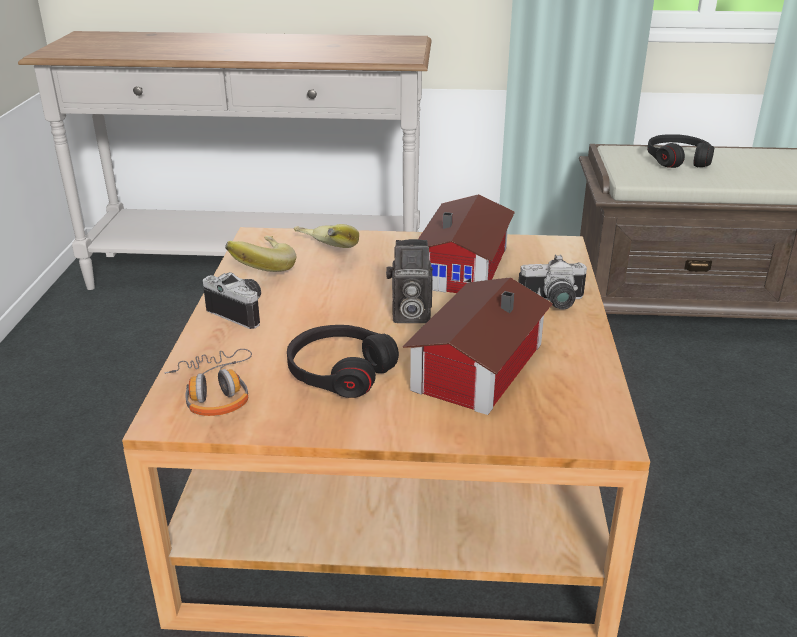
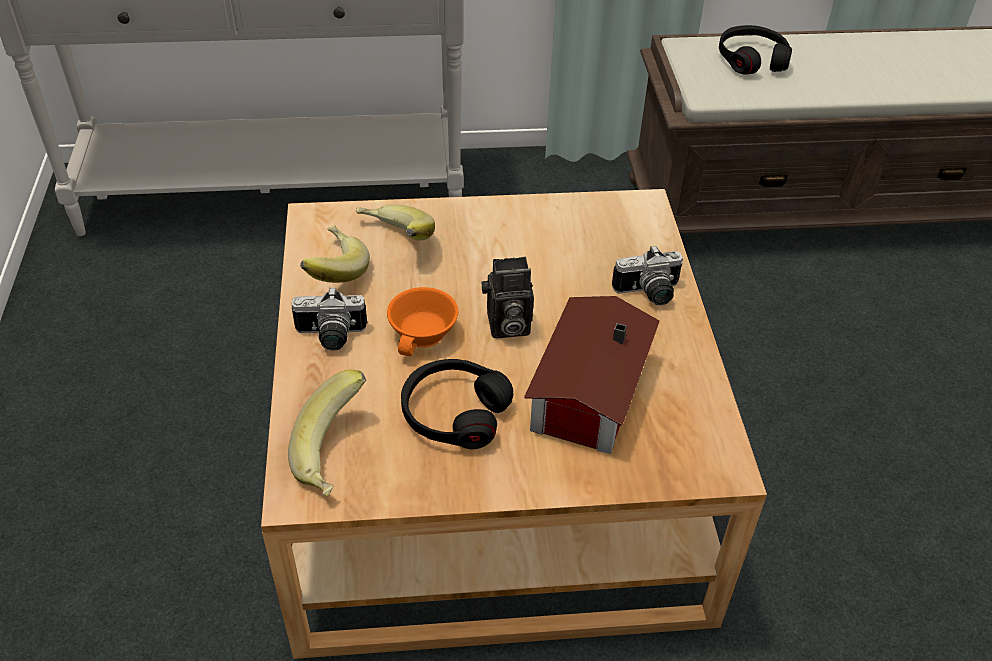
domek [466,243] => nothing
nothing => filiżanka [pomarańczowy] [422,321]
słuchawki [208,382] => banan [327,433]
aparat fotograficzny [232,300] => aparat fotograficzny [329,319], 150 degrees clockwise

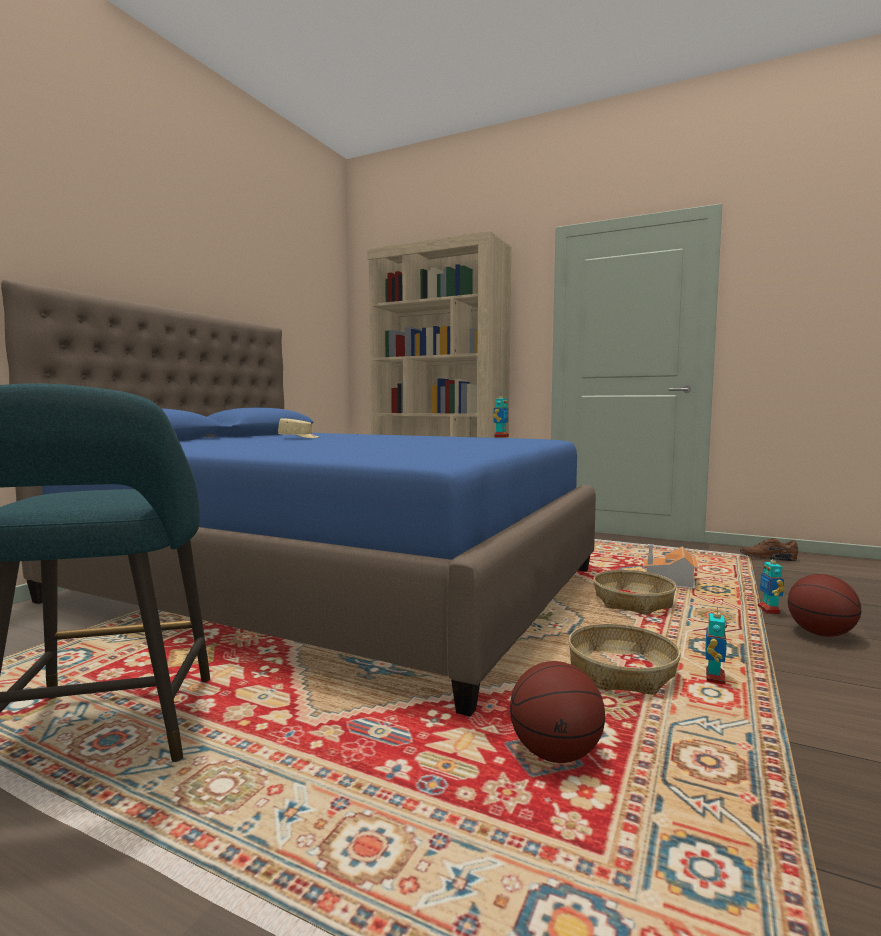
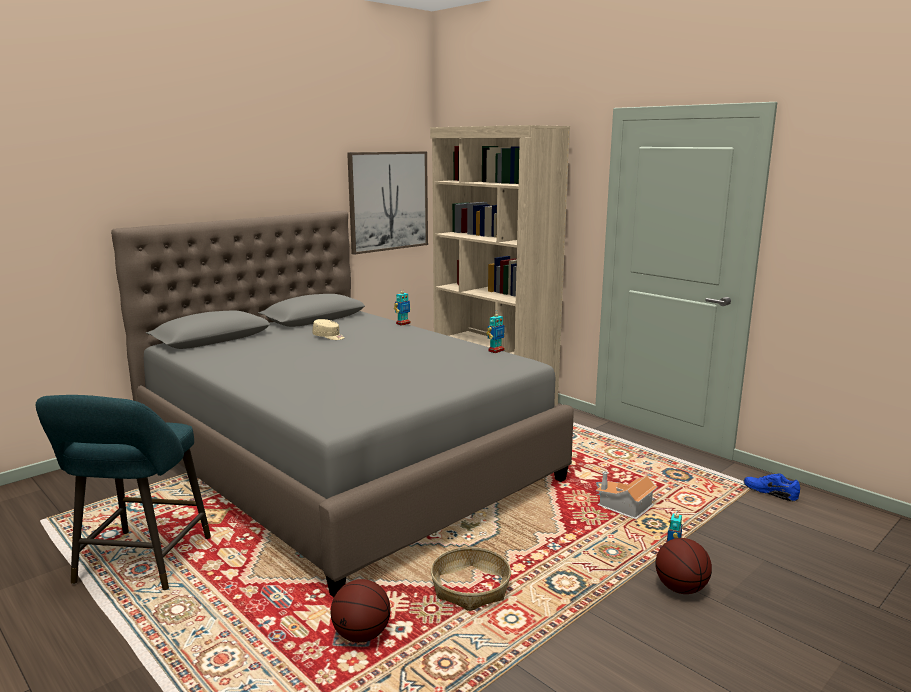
koszyk [634,592] => nothing
nothing => obraz [387,203]
robot zabawkowy [716,645] => robot zabawkowy [402,307], move
łóżko [niebieski] [298,498] => łóżko [szary] [342,403]
but [brązowy] [769,549] => but [niebieski] [772,487]

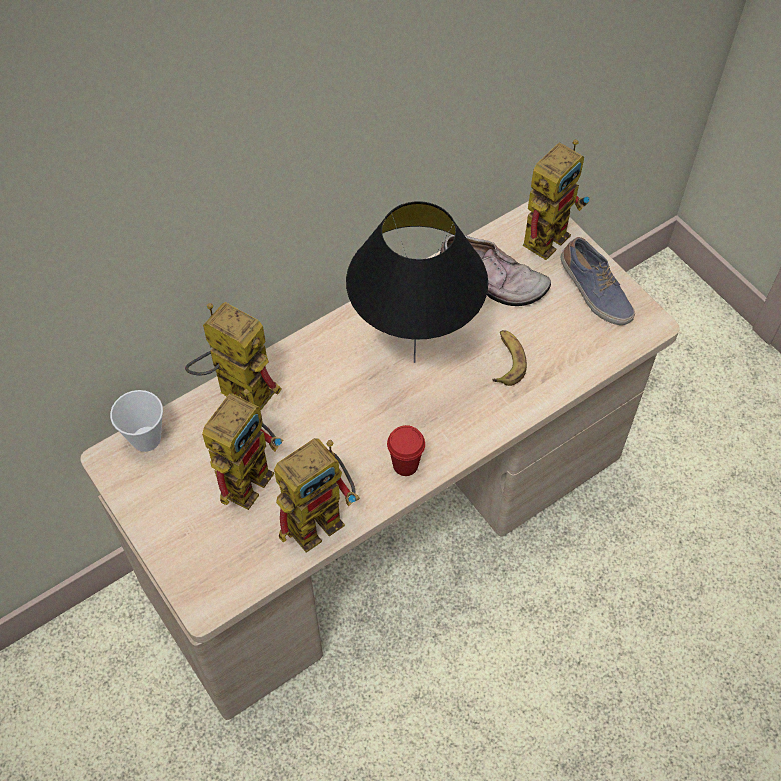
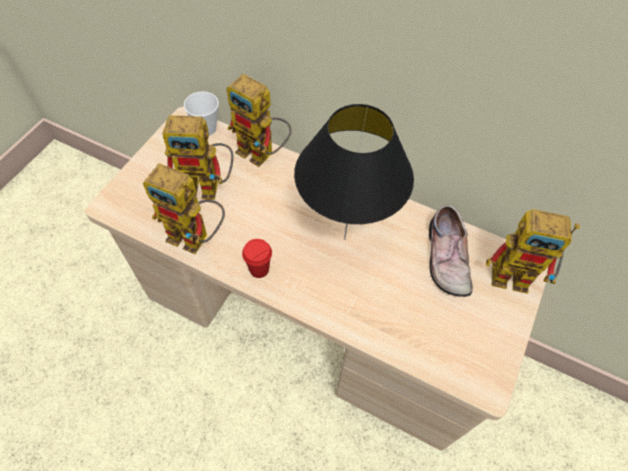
banan [509,358] => nothing
but [598,281] => nothing
robot zabawkowy [233,356] => robot zabawkowy [259,120], 120 degrees clockwise

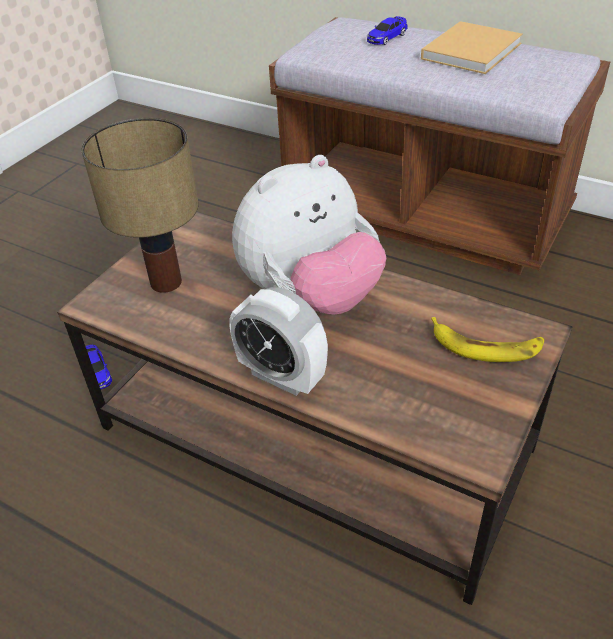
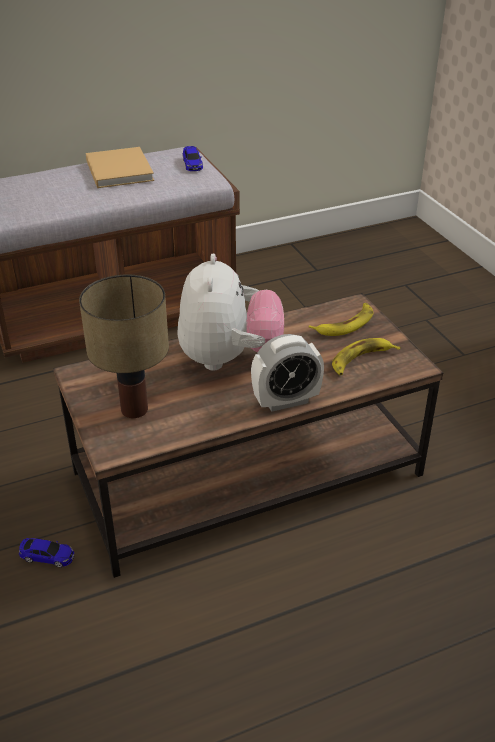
nothing => banan [366,356]
samochodzik [387,30] => samochodzik [193,158], move

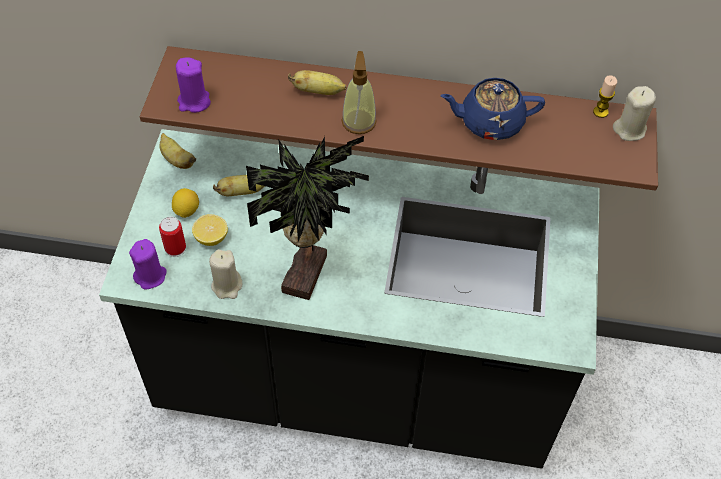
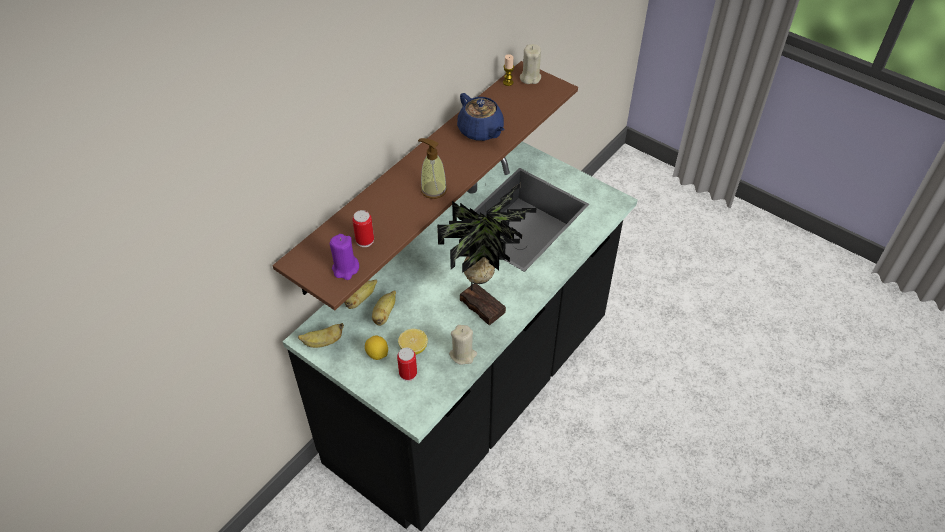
świeca [fioletowy] [148,264] => nothing
nothing => puszka [363,228]
banan [317,82] => banan [360,294], move
imbryk [niebieski] [492,109] => imbryk [niebieski] [480,117], 60 degrees counterclockwise

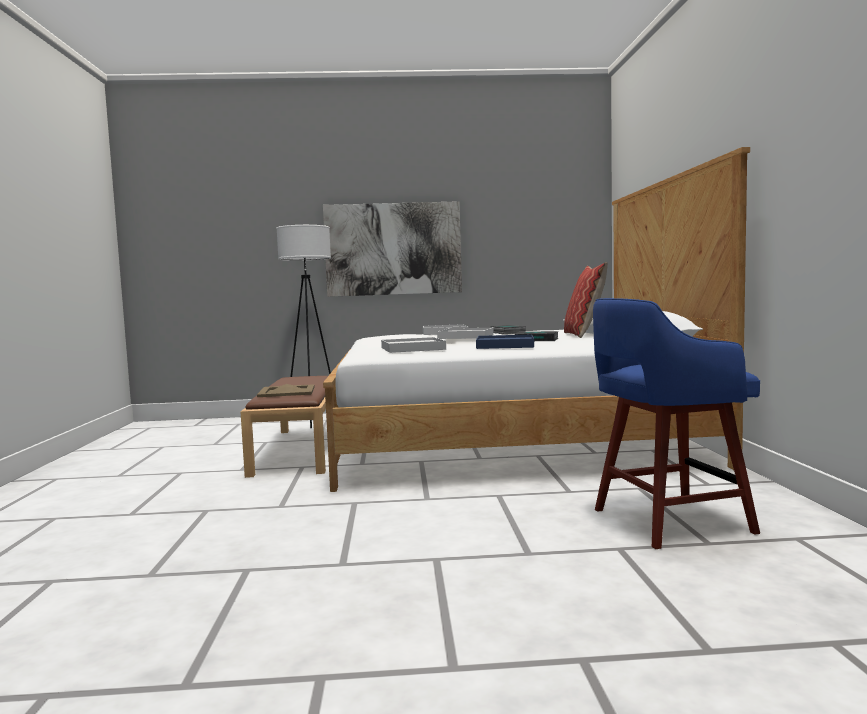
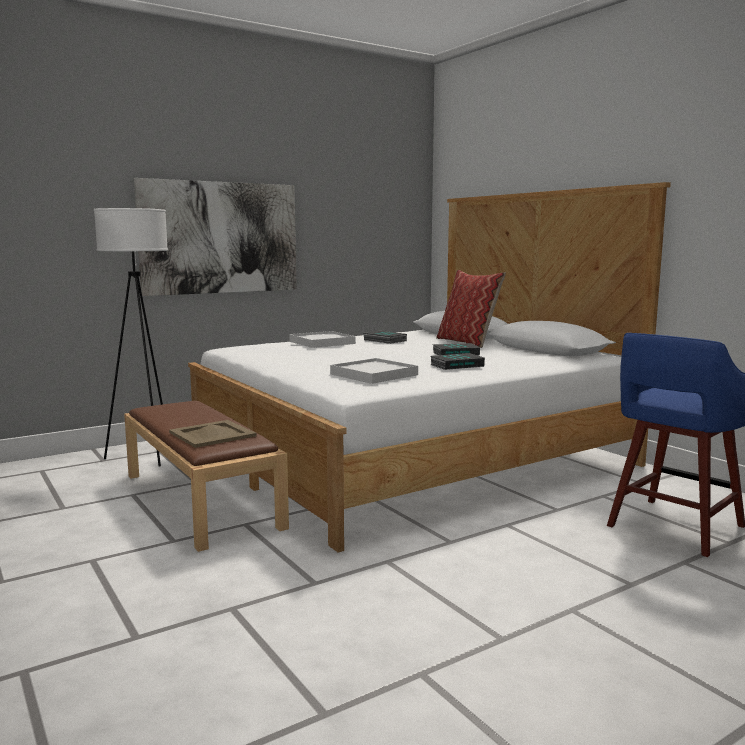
taca [biały] [465,333] => nothing
taca [niebieski] [505,341] => książka [457,361]

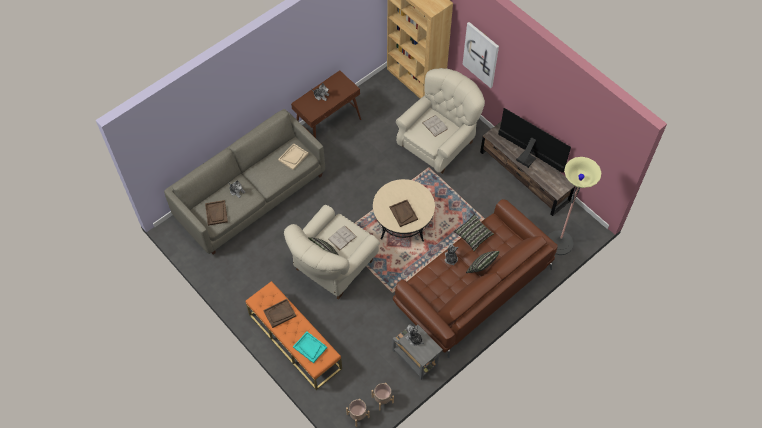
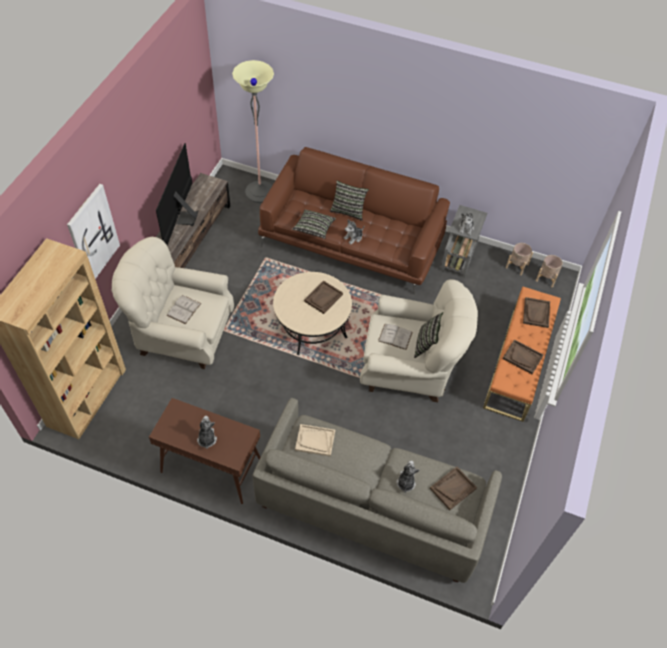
taca [turkusowy] [310,347] => taca [brązowy] [536,312]

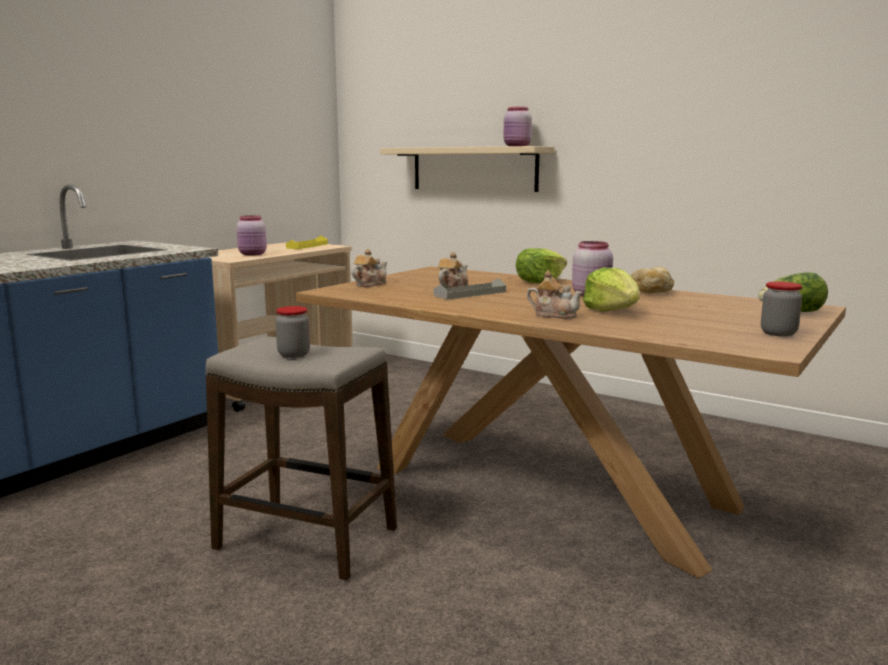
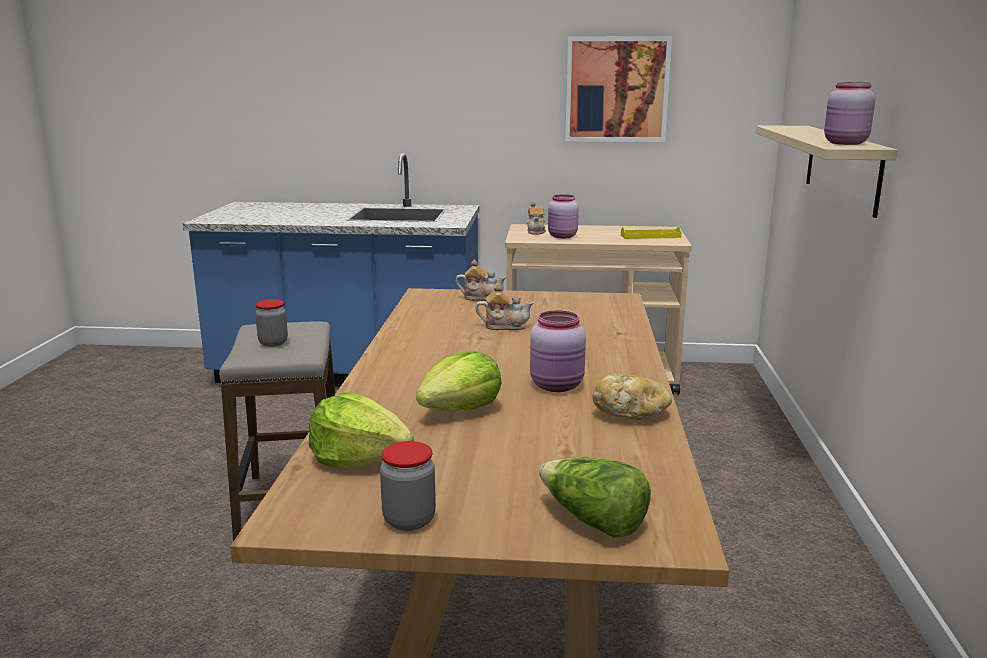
taca [szary] [470,289] => nothing
nothing => obraz [618,89]
sałata [541,265] => sałata [361,430], move
imbryk [555,294] => imbryk [536,218], move

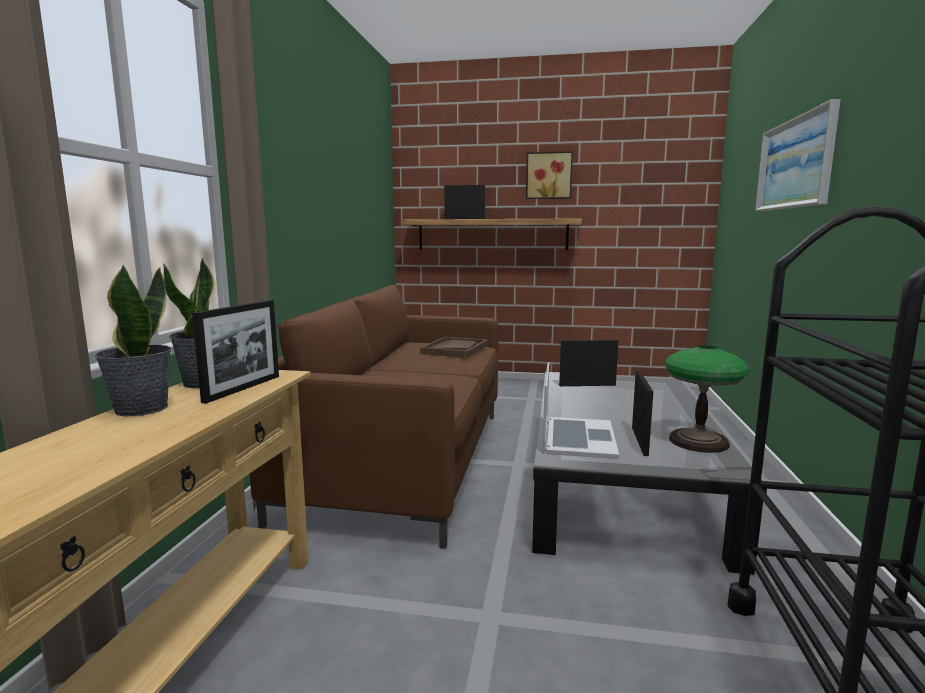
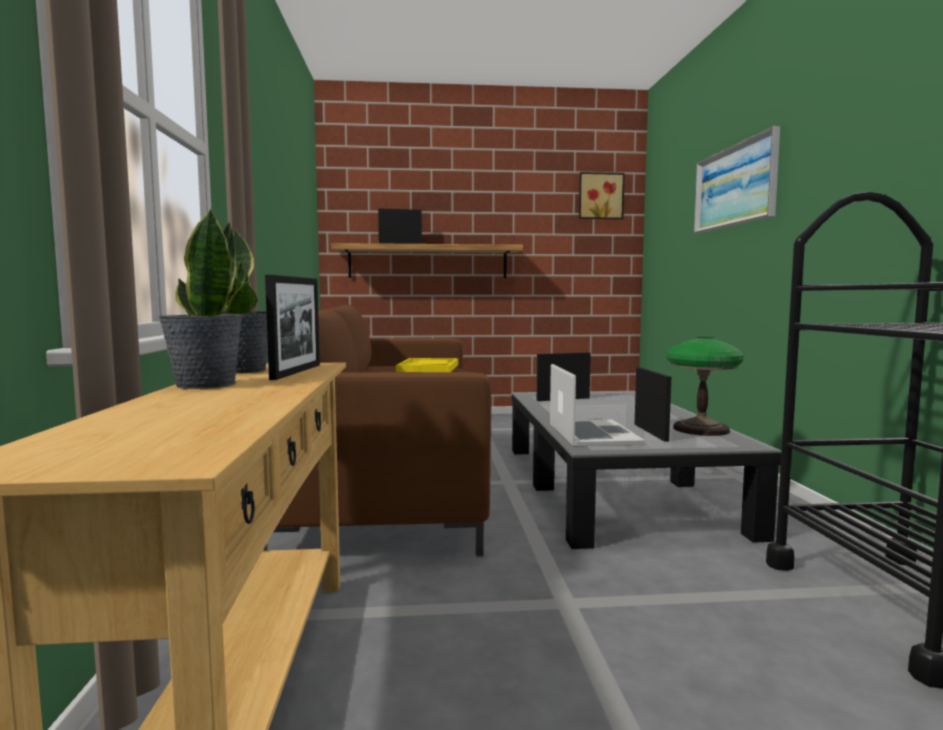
obraz [549,175] => obraz [602,195], move
taca [brązowy] [454,347] => taca [żółty] [427,365]

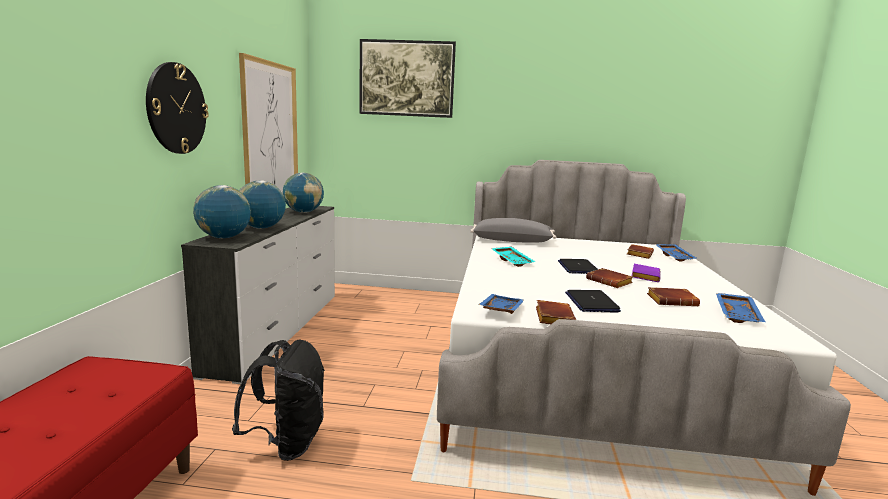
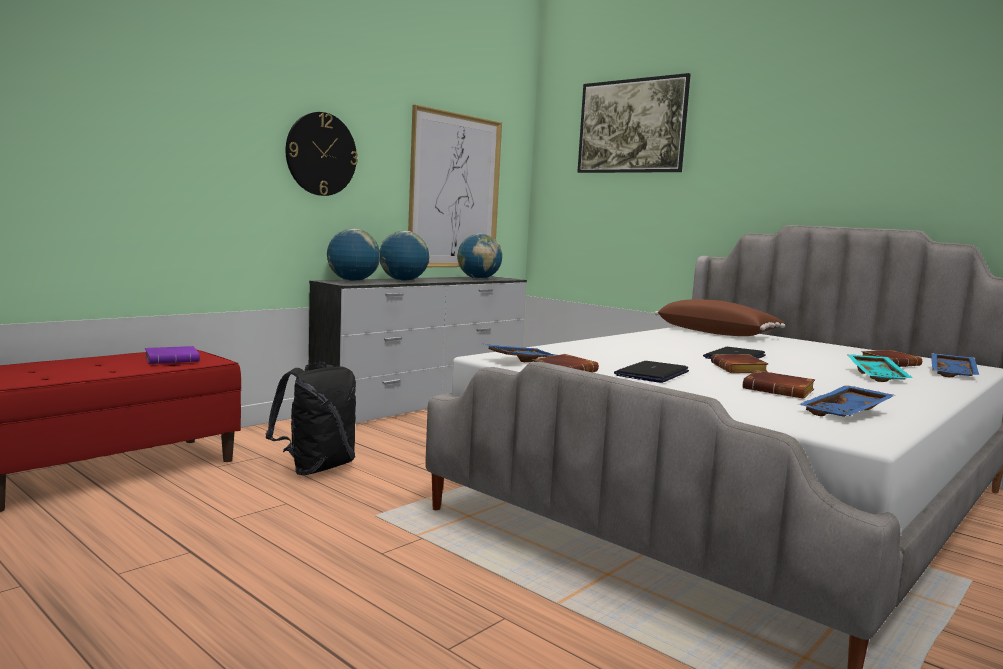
taca [turkusowy] [513,257] => taca [turkusowy] [880,368], move
książka [fioletowy] [646,273] => książka [fioletowy] [172,355], move
poduszka [szary] [513,230] => poduszka [brązowy] [720,317]

